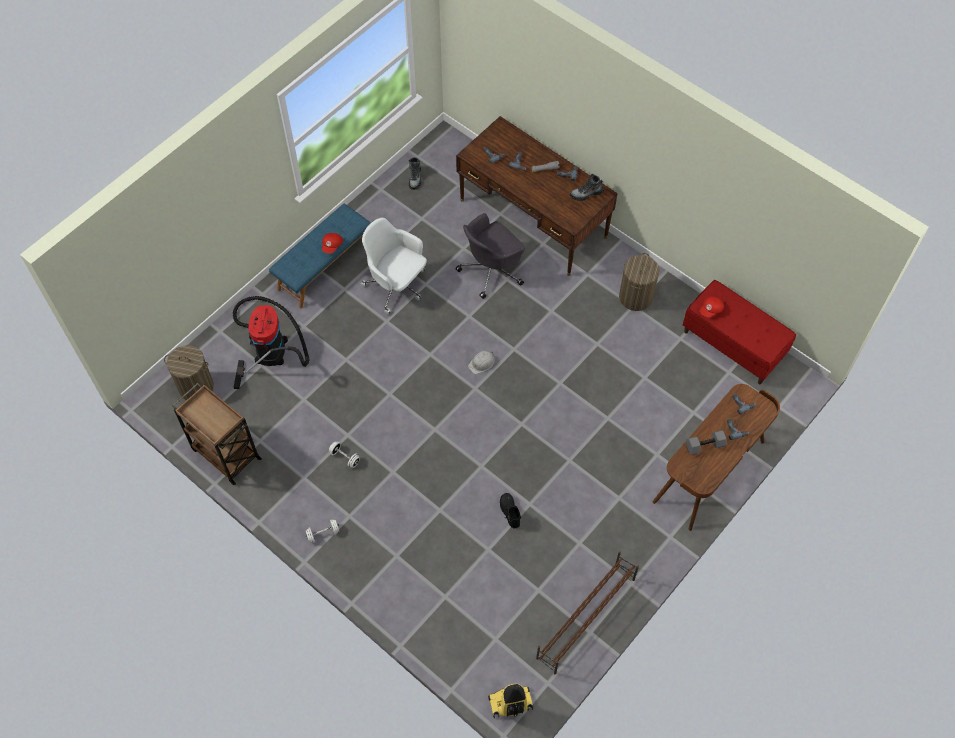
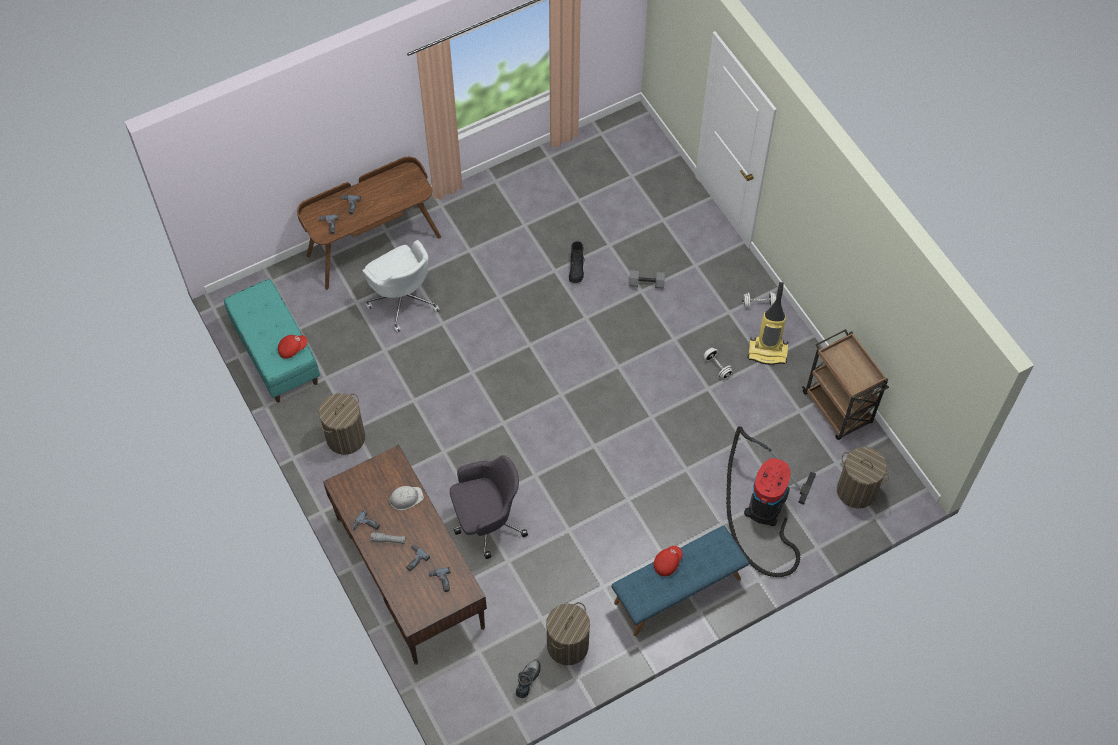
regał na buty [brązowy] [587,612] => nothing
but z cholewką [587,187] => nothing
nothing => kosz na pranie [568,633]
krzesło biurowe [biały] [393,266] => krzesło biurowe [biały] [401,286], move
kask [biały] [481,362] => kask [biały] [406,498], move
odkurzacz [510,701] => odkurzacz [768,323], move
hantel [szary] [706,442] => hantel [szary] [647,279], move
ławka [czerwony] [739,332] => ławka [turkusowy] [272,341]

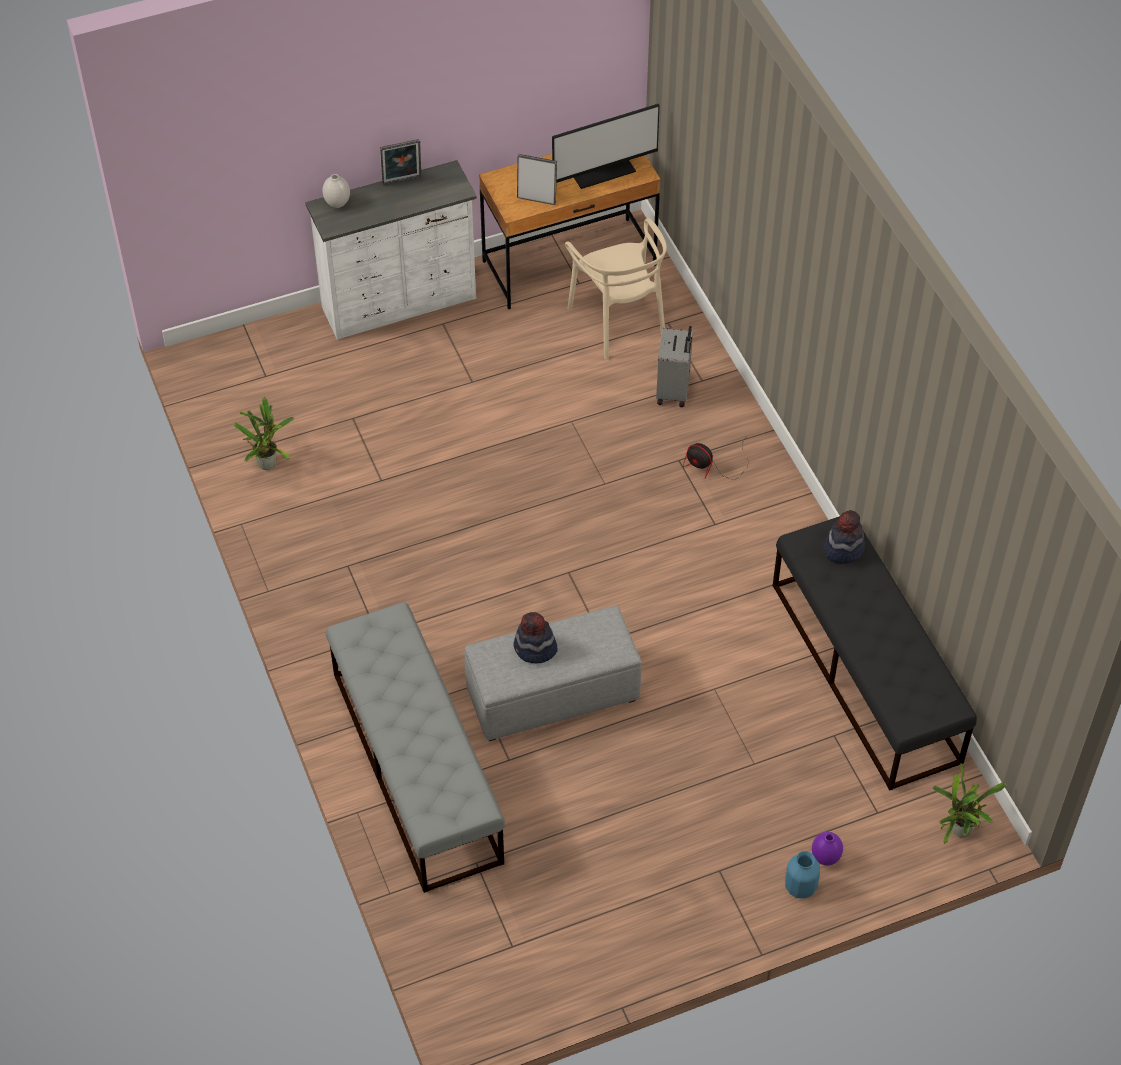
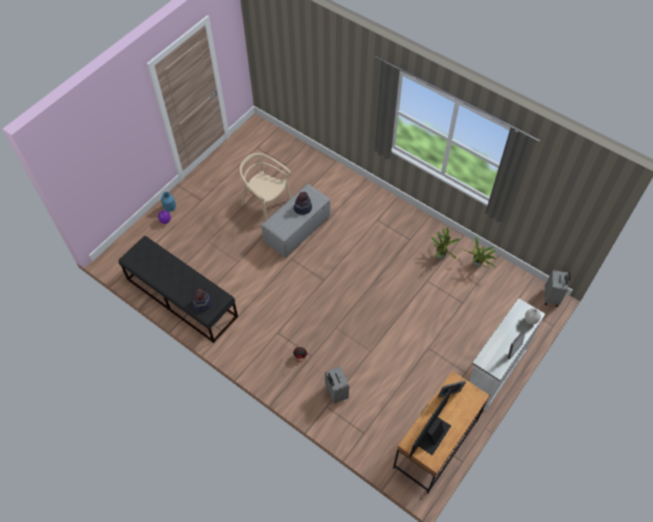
ławka [szary] [415,747] => nothing
nothing => walizka [szary] [557,288]
krzesło [beżowy] [616,289] => krzesło [beżowy] [265,187], move
roślina doniczkowa [970,803] => roślina doniczkowa [445,243], move

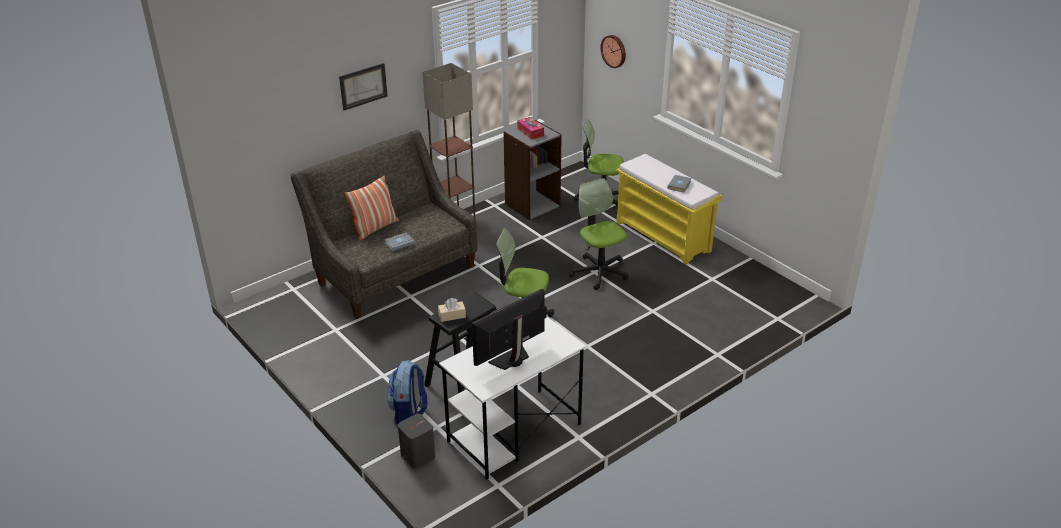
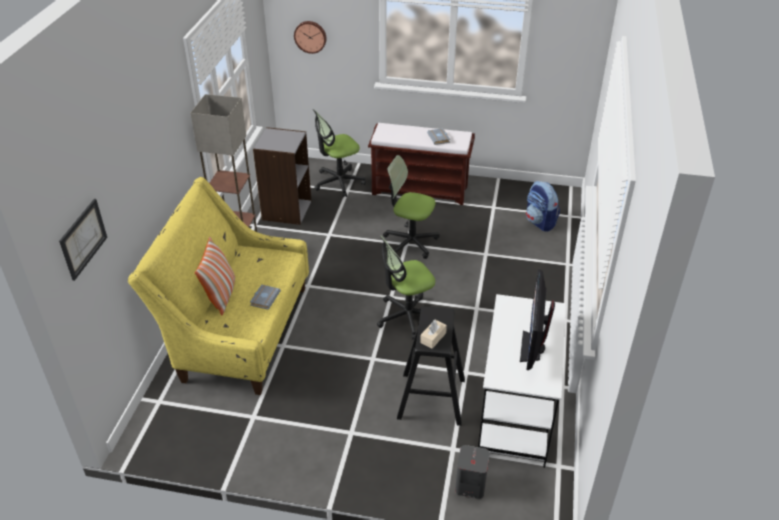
pudełko chusteczek [530,128] => nothing
obraz [363,86] => obraz [83,240], move
plecak [407,392] => plecak [543,206], move
kanapa [szary] [384,224] => kanapa [żółty] [218,286]
ławka [żółty] [669,209] => ławka [brązowy] [421,164]

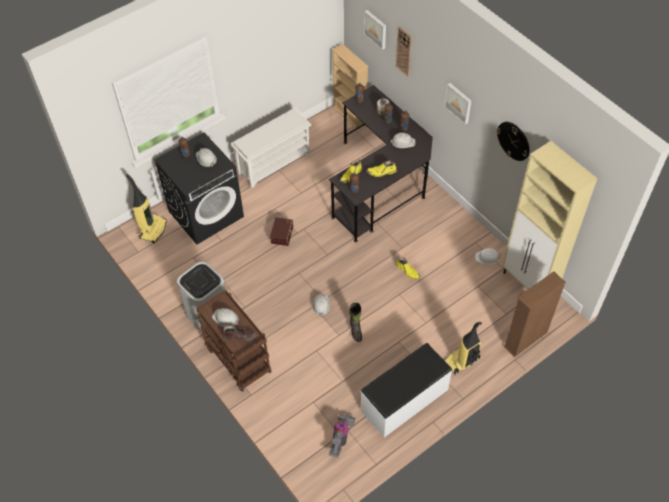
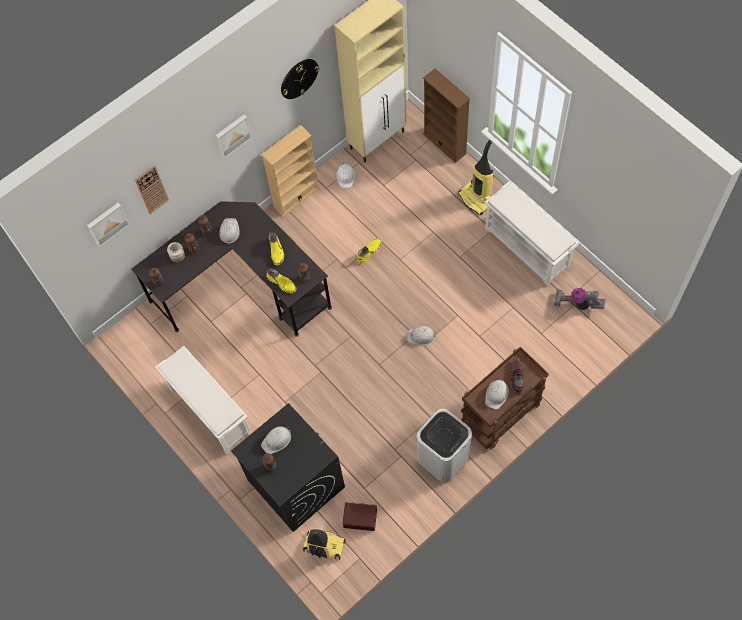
but z cholewką [czarny] [356,322] => nothing
pojemnik do przechowywania [brązowy] [281,231] => pojemnik do przechowywania [brązowy] [359,516], move
regał [beżowy] [350,86] => regał [beżowy] [290,171], move
ławka [biały] [406,390] => regał na buty [biały] [531,233]

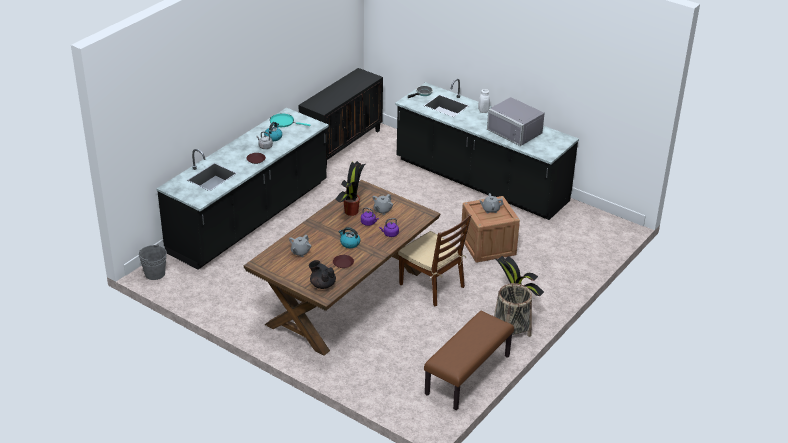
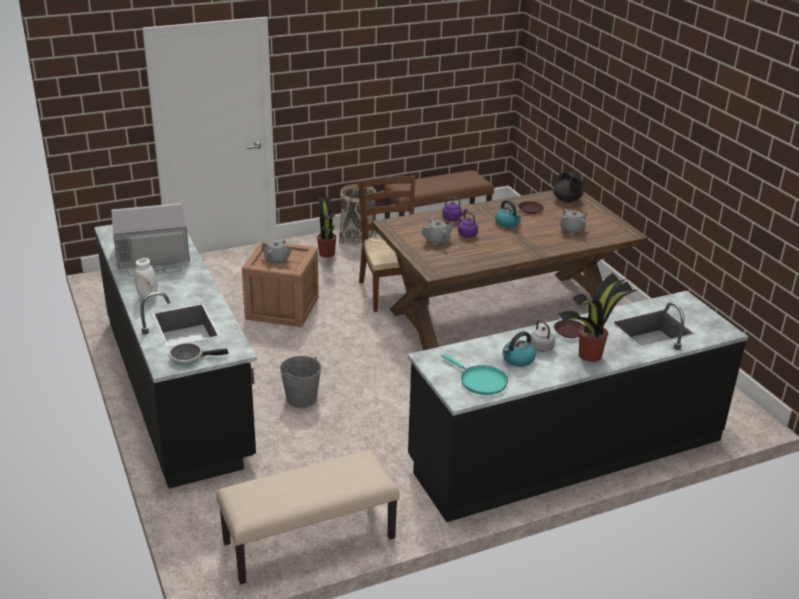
wiadro [szary] [153,262] => wiadro [szary] [301,382], move
roślina doniczkowa [350,188] => roślina doniczkowa [599,317], move
szafka [czarny] [341,118] => ławka [beżowy] [308,517]
mikrofalówka [szary] [516,121] => mikrofalówka [szary] [150,239], 90 degrees counterclockwise

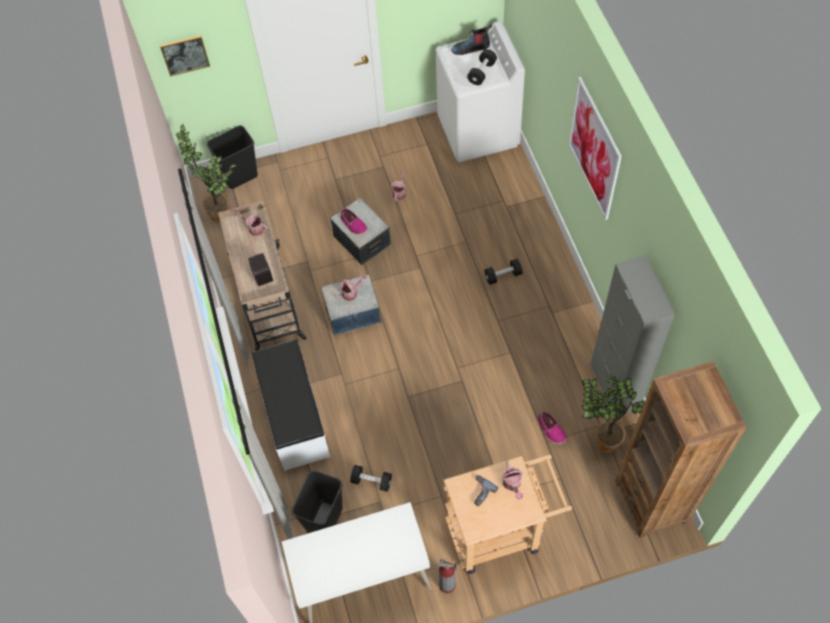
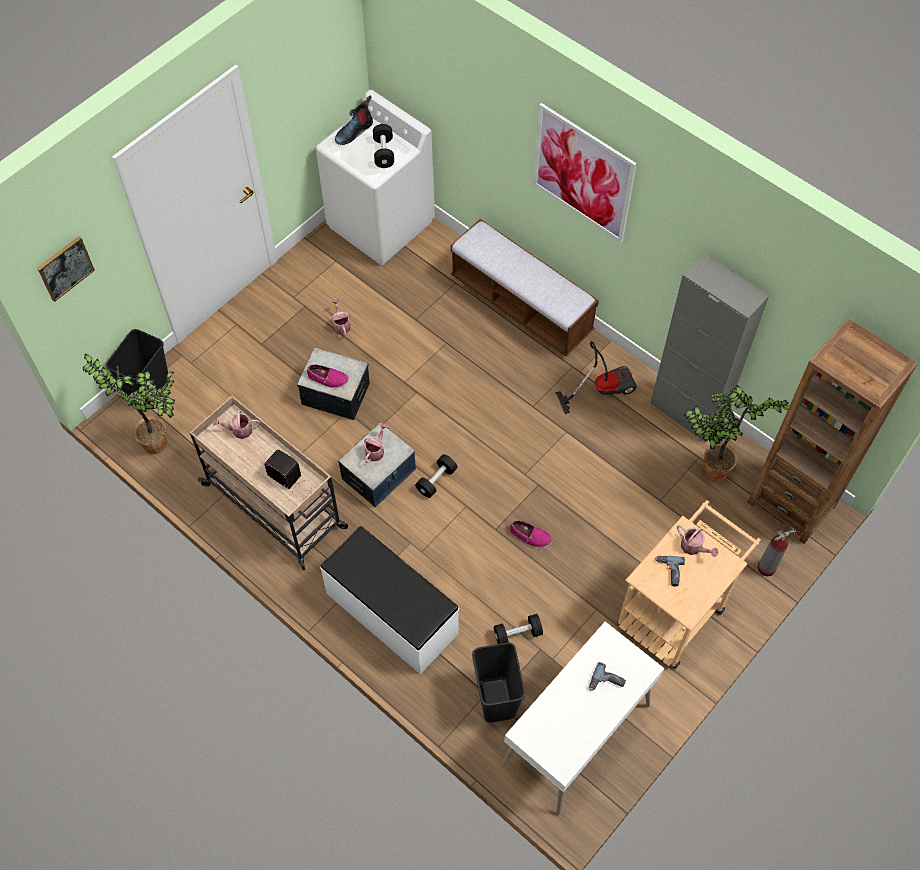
nothing => ławka [525,287]
nothing => odkurzacz [596,377]
nothing => wiertarka [607,676]
gaśnica [446,576] => gaśnica [776,552], move
hantel [czarny] [503,272] => hantel [czarny] [436,476], move
but [552,427] => but [531,534], move

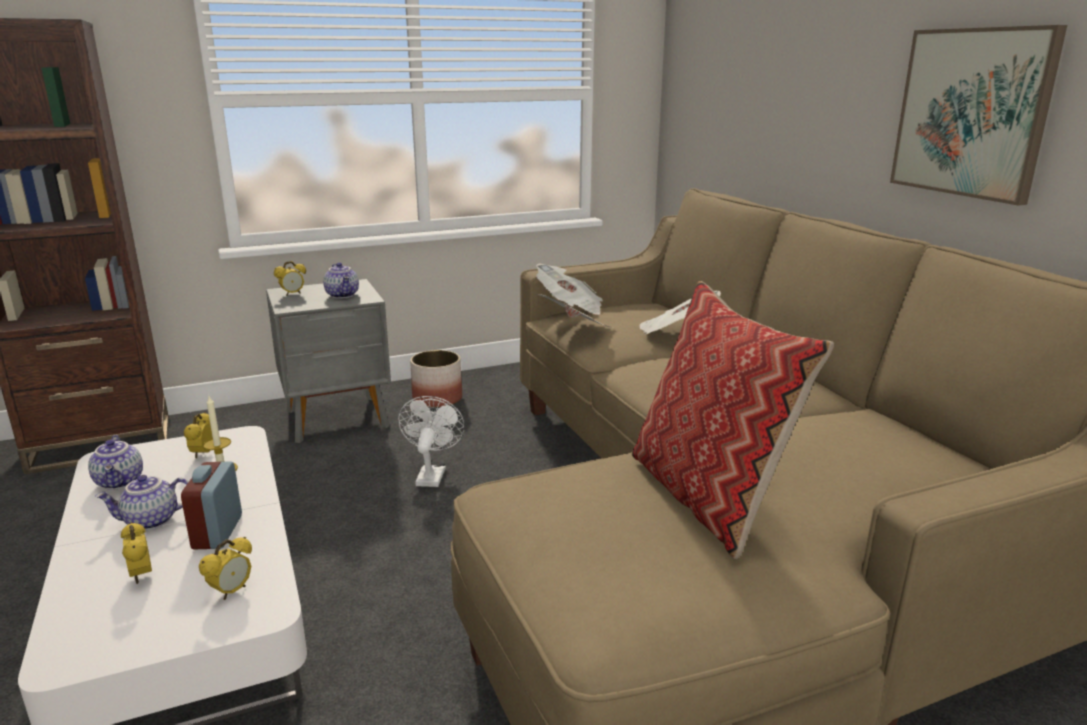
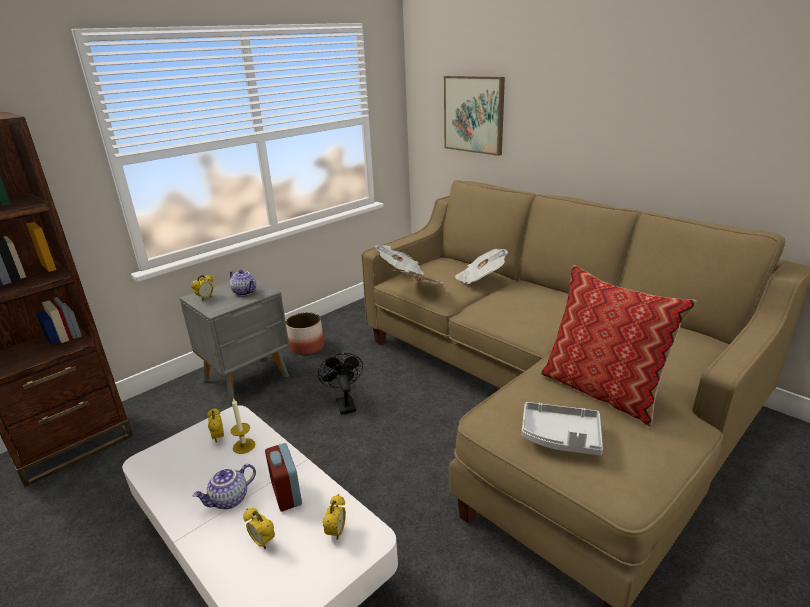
imbryk [115,462] => nothing
nothing => taca [szary] [562,428]
obraz [978,115] => obraz [474,116], move
wentylator [biały] [431,441] => wentylator [czarny] [340,384]

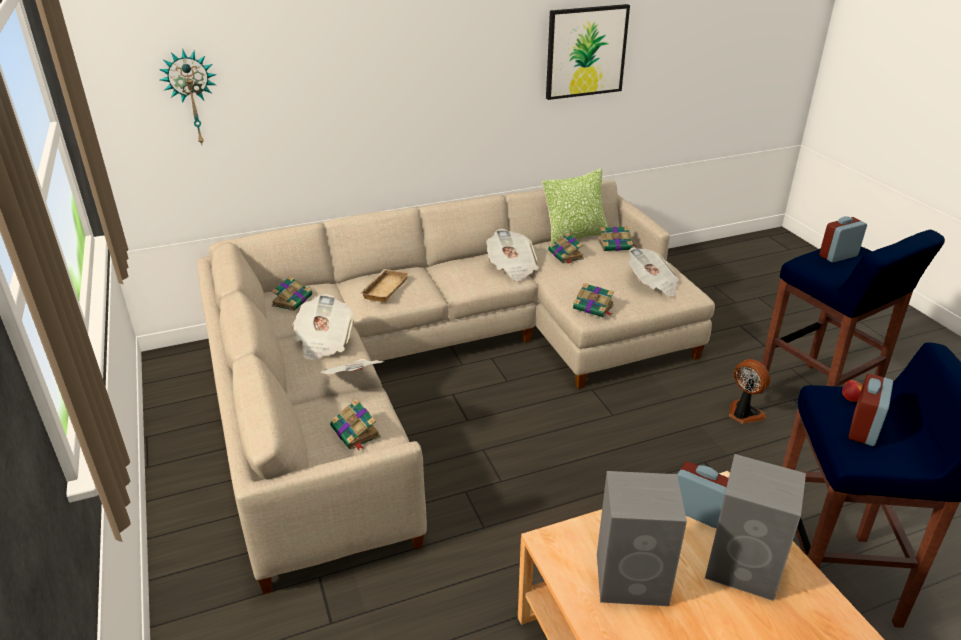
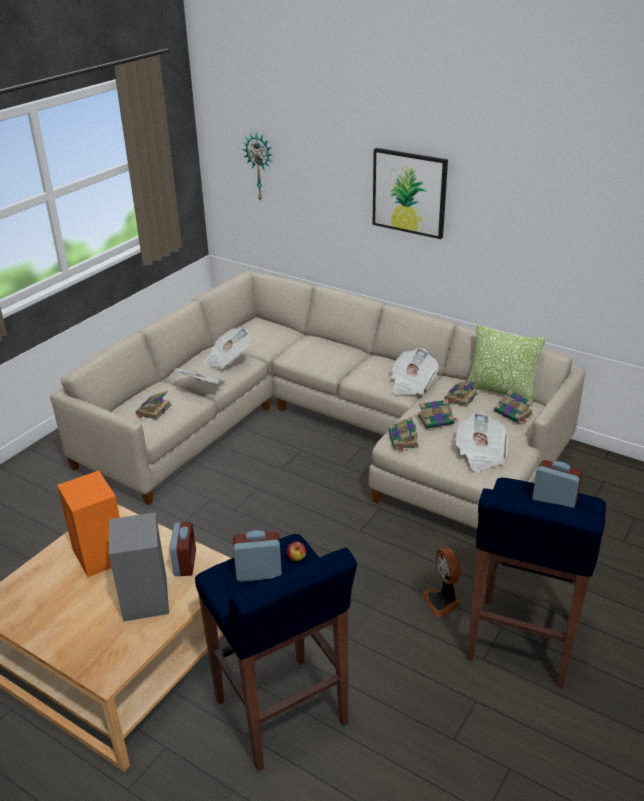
taca [beżowy] [384,285] => nothing
książka [291,293] => książka [438,414], move
obraz [588,52] => obraz [410,193], move
głośnik [szary] [642,538] => głośnik [pomarańczowy] [88,524]
wentylator [749,391] => wentylator [441,582], 150 degrees clockwise

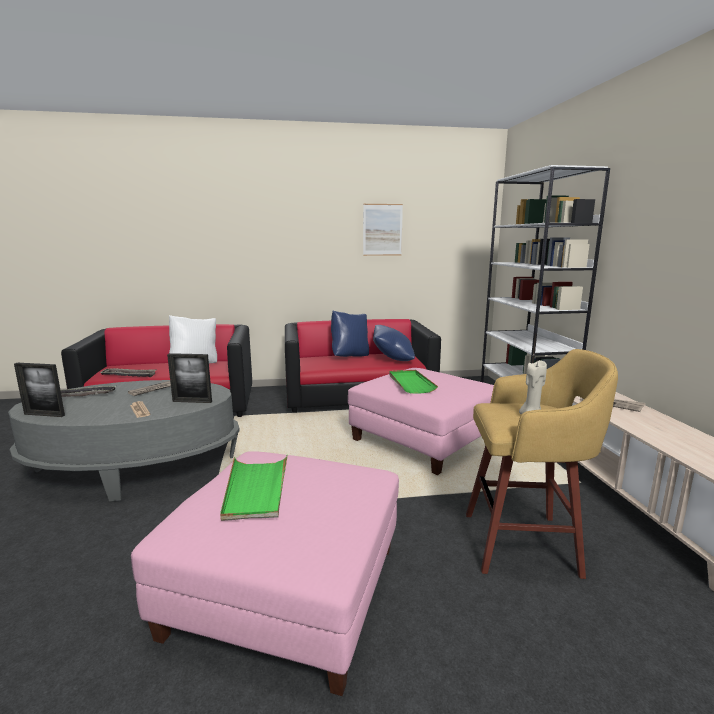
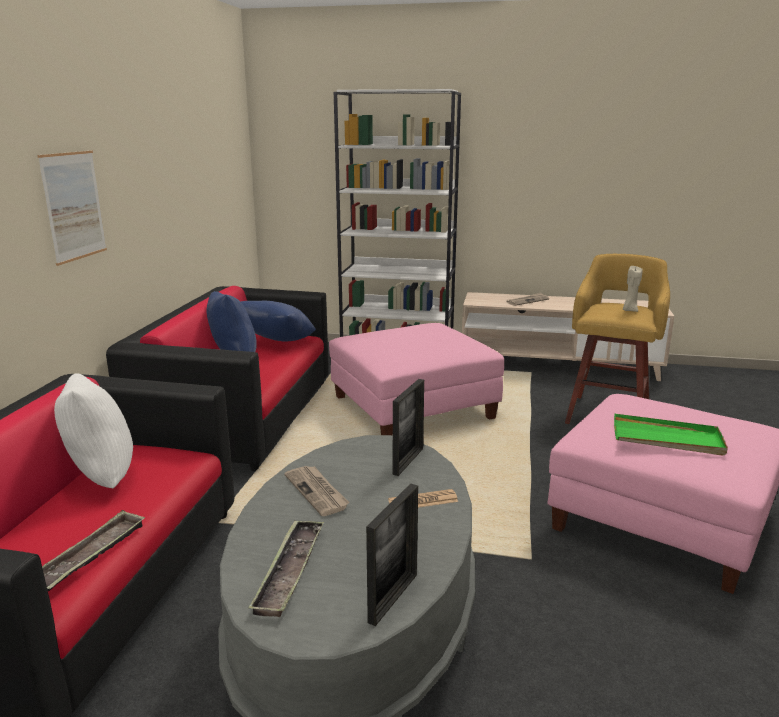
taca [zielony] [413,382] => nothing
obraz [383,230] => obraz [72,208], move

